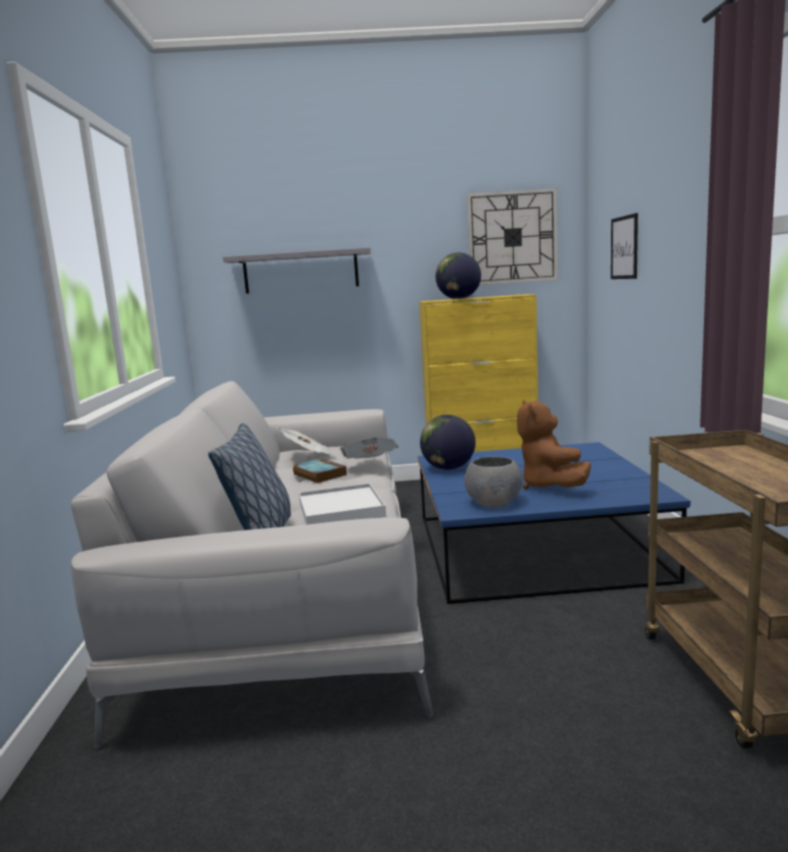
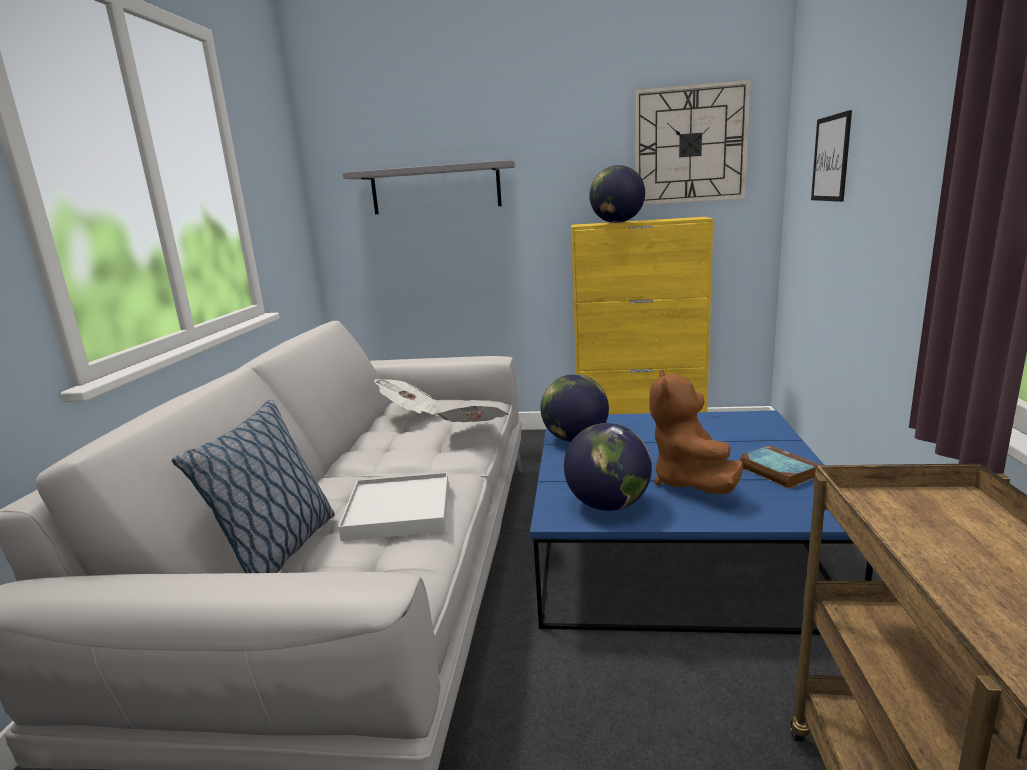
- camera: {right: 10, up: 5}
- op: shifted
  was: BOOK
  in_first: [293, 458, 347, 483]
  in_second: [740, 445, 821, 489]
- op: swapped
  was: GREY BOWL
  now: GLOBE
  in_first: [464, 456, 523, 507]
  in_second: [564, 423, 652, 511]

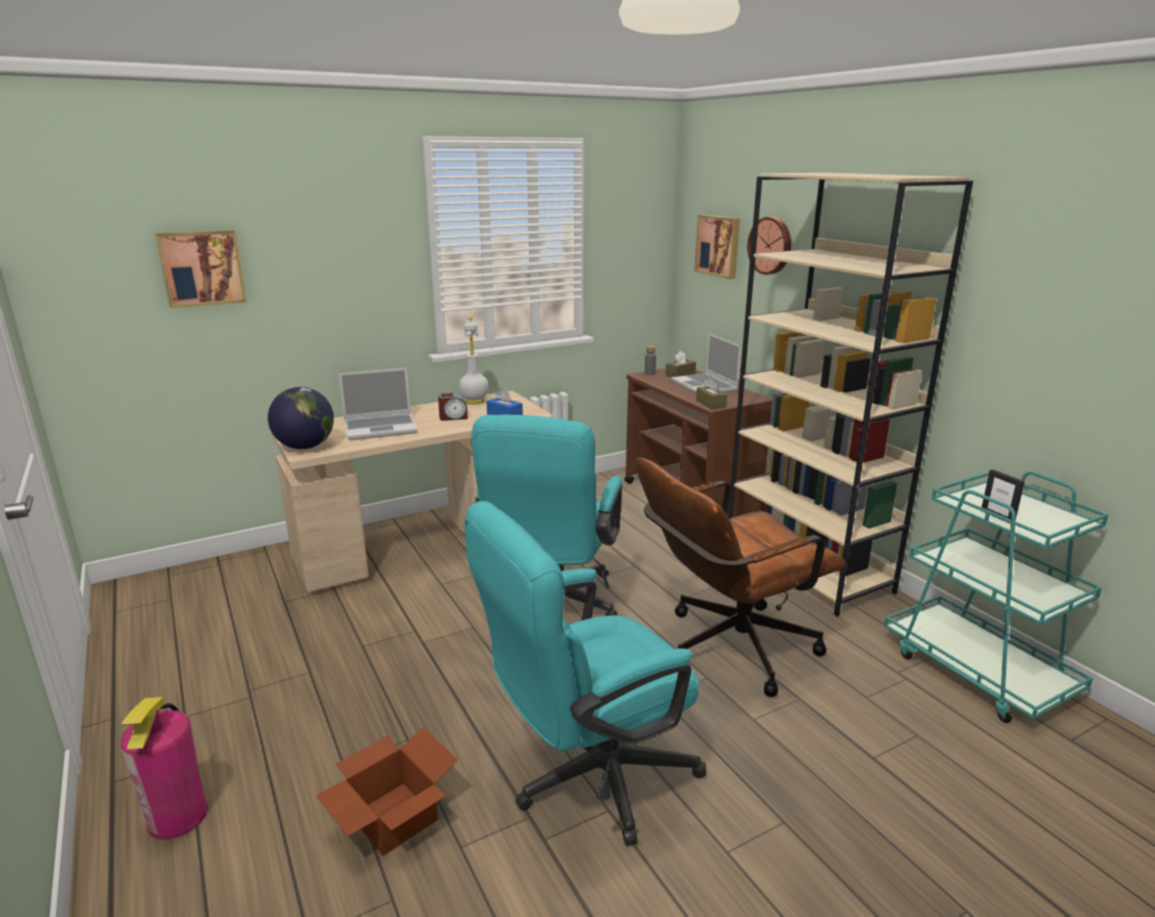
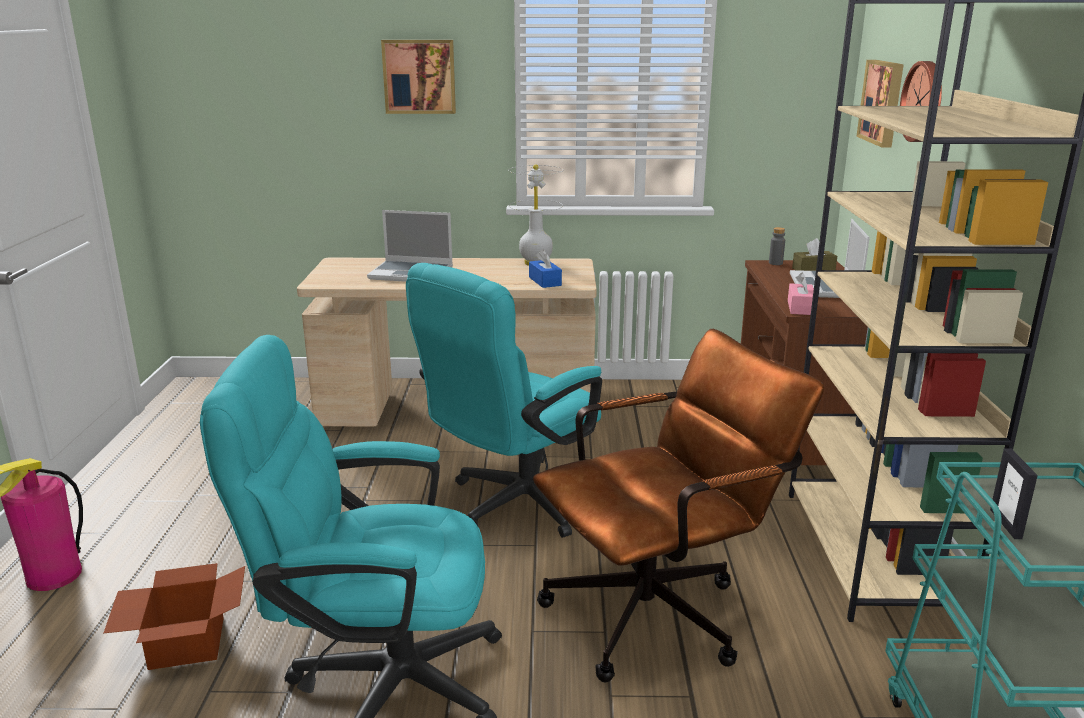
- camera: {right: 30, up: 0}
- op: gone
  was: GLOBE
  in_first: [268, 387, 334, 449]
- op: gone
  was: ALARM CLOCK
  in_first: [438, 393, 468, 421]
- op: shifted
  was: PICTURE
  in_first: [155, 230, 247, 308]
  in_second: [381, 40, 456, 114]
- op: repainted
  was: BROWN TISSUE BOX
  now: PINK TISSUE BOX
  in_first: [696, 378, 727, 410]
  in_second: [788, 272, 814, 315]
- op: rotated
  was: BROWN OFFICE CHAIR
  in_first: [636, 458, 846, 697]
  in_second: [533, 329, 824, 683]
  clockwise: 150

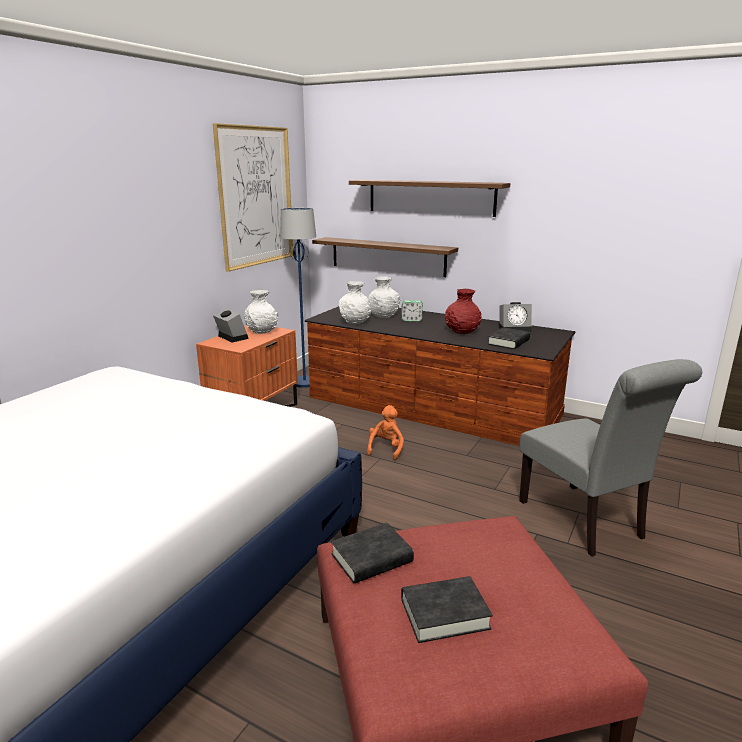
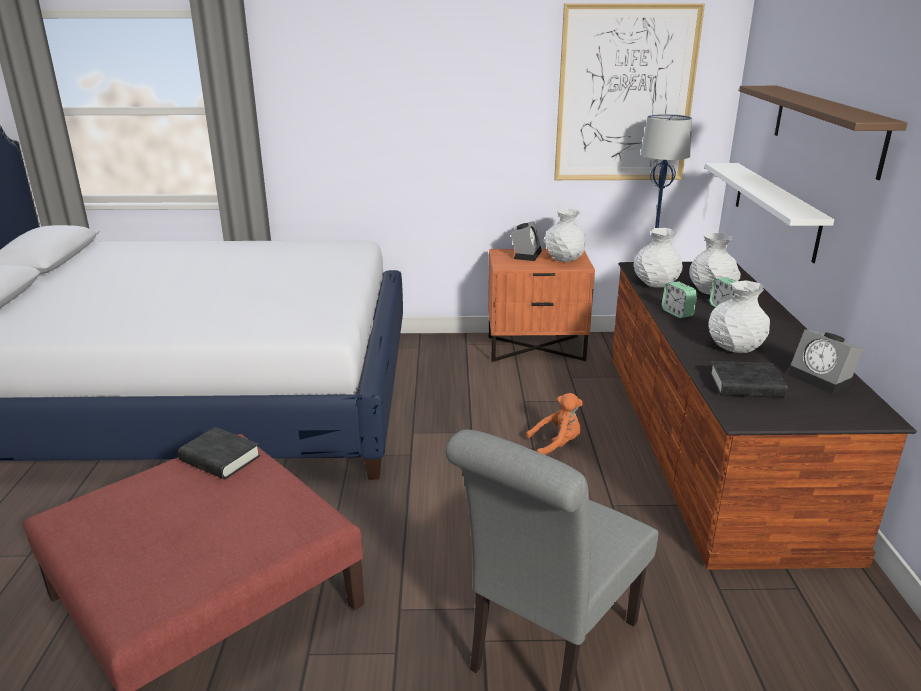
- camera: {right: 60, up: 5}
- op: gone
  was: BLACK BOOK
  in_first: [401, 576, 493, 643]
- op: new
  now: ALARM CLOCK
  in_second: [662, 281, 697, 318]
- op: repainted
  was: BROWN SHELF
  now: WHITE SHELF
  in_first: [312, 237, 458, 277]
  in_second: [704, 163, 834, 263]
- op: repainted
  was: RED VASE
  now: WHITE VASE
  in_first: [445, 289, 482, 334]
  in_second: [708, 280, 770, 353]

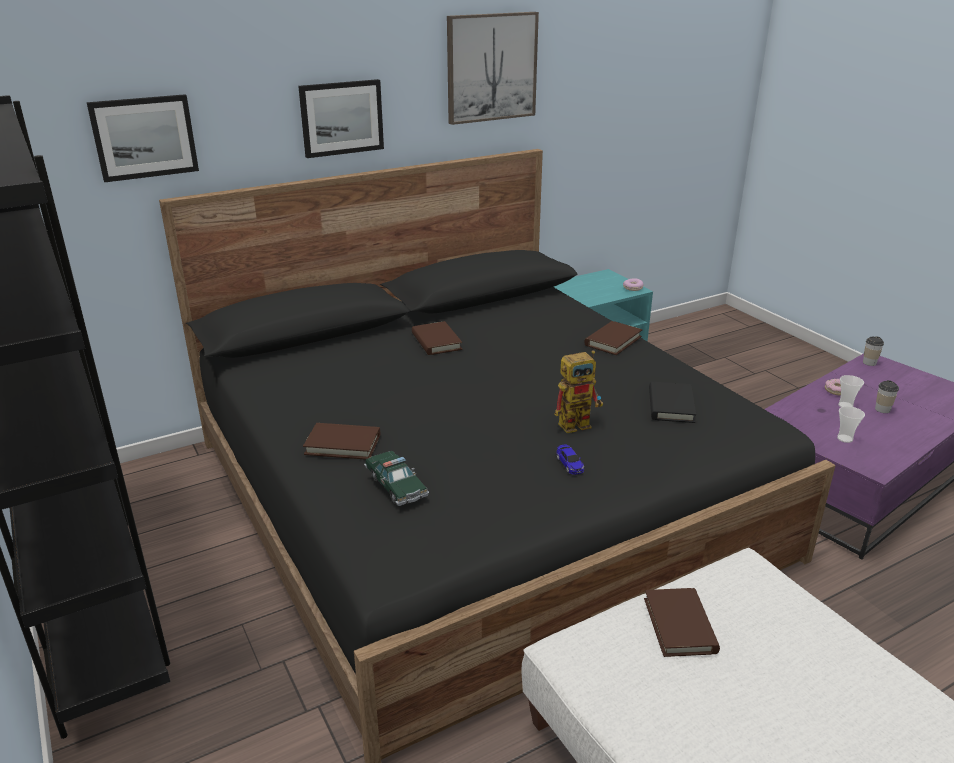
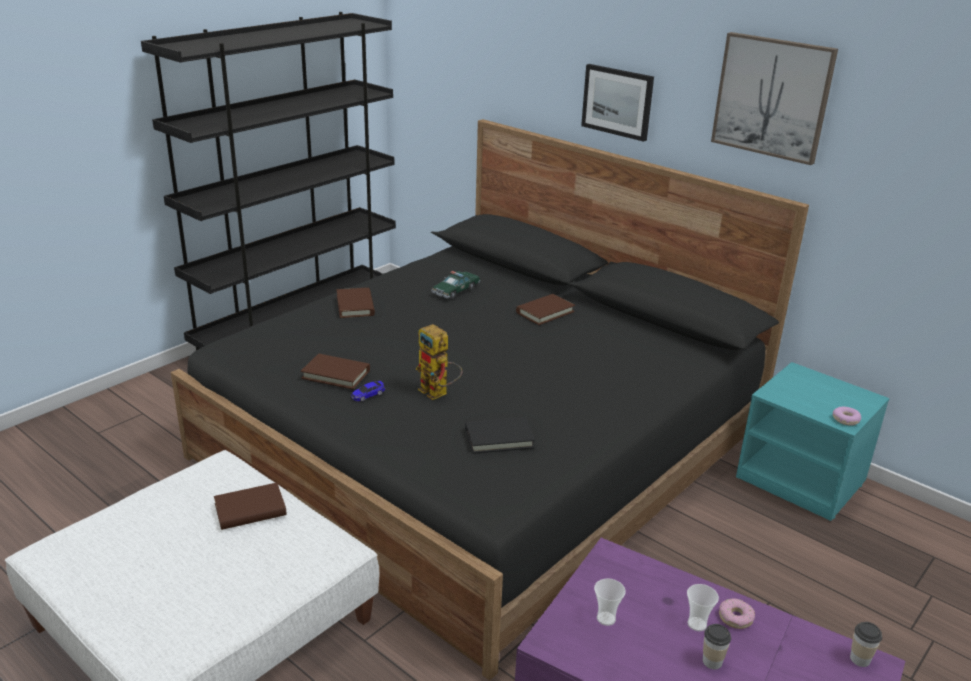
- camera: {right: 70, up: 0}
- op: gone
  was: PICTURE
  in_first: [86, 94, 199, 182]
- op: shifted
  was: TOY CAR
  in_first: [364, 451, 429, 506]
  in_second: [431, 271, 481, 299]
- op: shifted
  was: BROWN BOOK
  in_first: [584, 321, 642, 355]
  in_second: [301, 354, 370, 389]

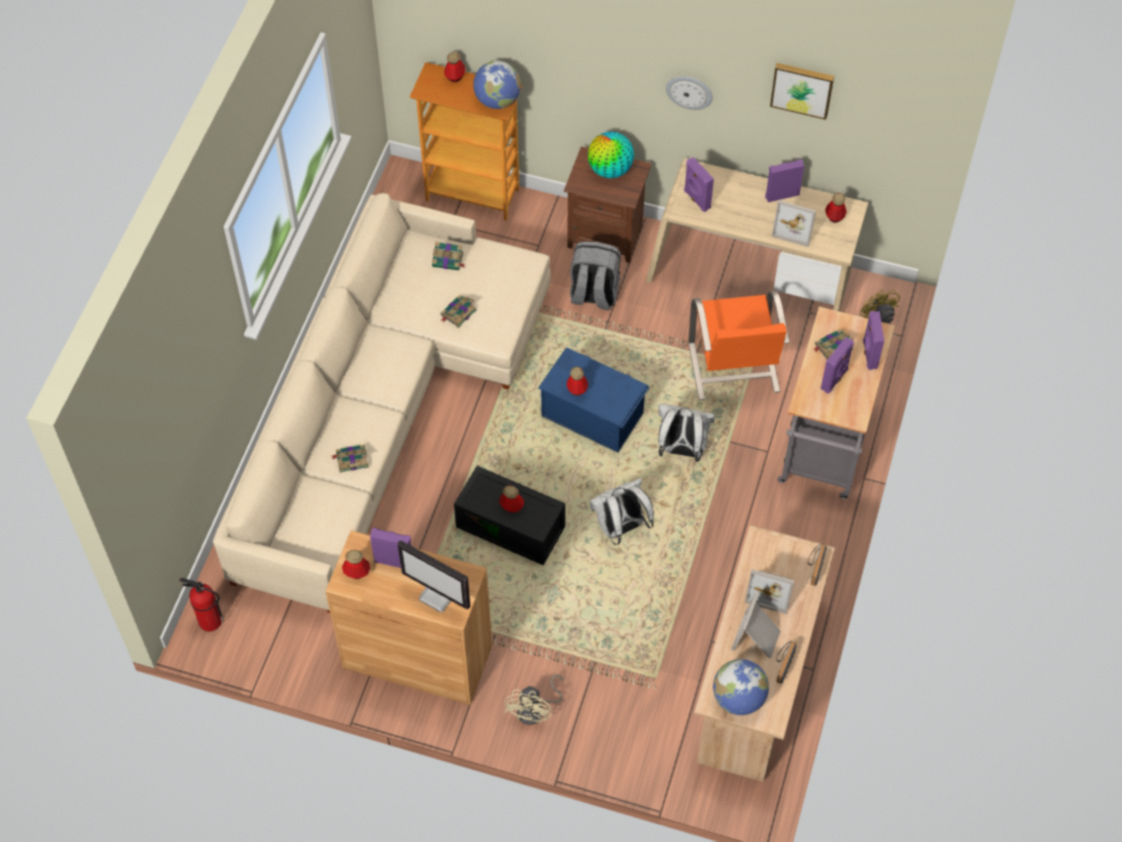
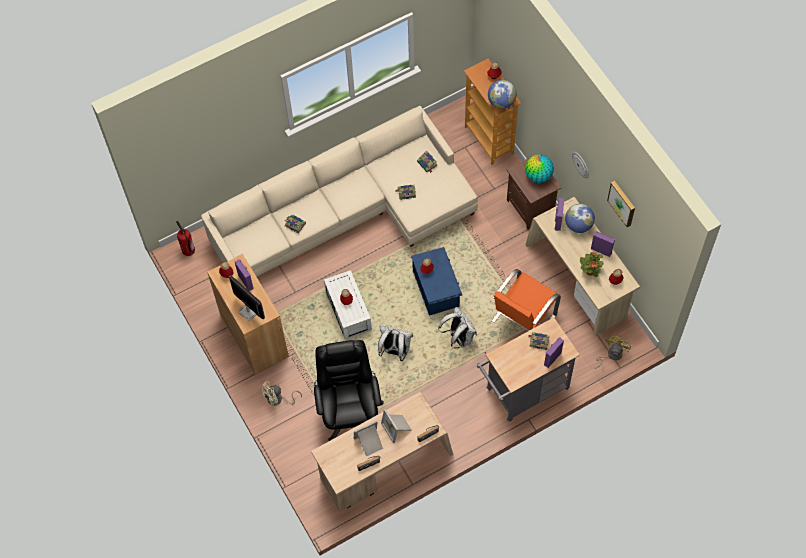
- camera: {right: 45, up: 5}
- op: gone
  was: GREY BACKPACK
  in_first: [570, 241, 621, 310]
- op: gone
  was: PURPLE SPEAKER
  in_first: [821, 337, 854, 394]
- op: new
  now: BLACK OFFICE CHAIR
  in_second: [314, 340, 384, 441]
- op: shifted
  was: GLOBE
  in_first: [713, 659, 769, 715]
  in_second: [565, 204, 595, 233]
- op: swapped
  was: PICTURE FRAME
  now: POTTED PLANT
  in_first: [772, 200, 816, 247]
  in_second: [580, 252, 604, 277]
- op: repainted
  was: BLACK STORAGE BOX
  now: WHITE STORAGE BOX
  in_first: [454, 466, 565, 565]
  in_second: [324, 270, 372, 339]
- op: rotated
  was: MONITOR
  in_first: [397, 541, 471, 612]
  in_second: [229, 276, 265, 321]
  clockwise: 150

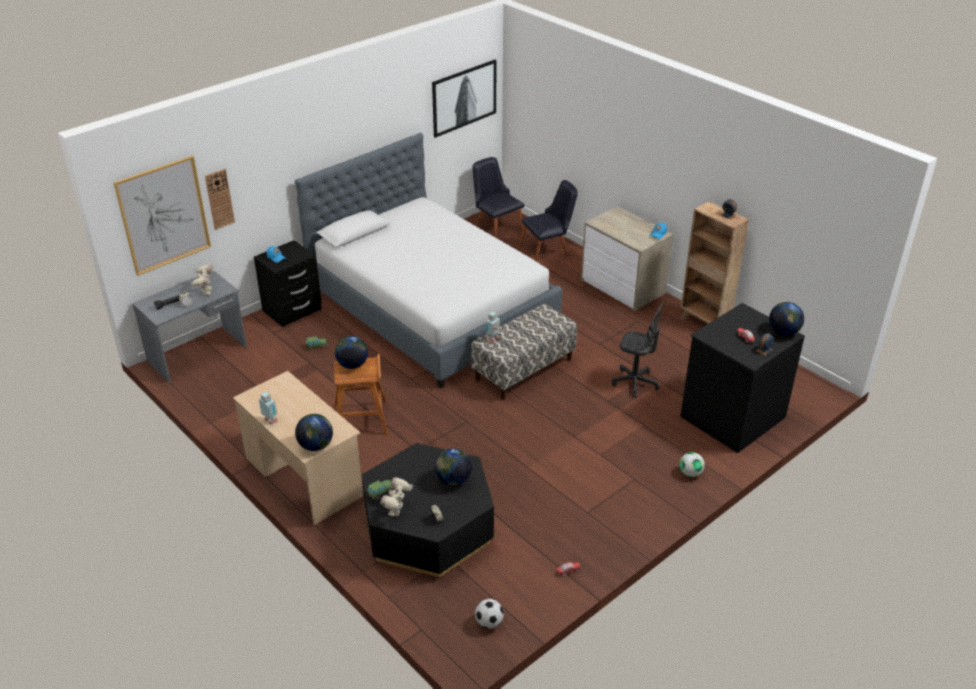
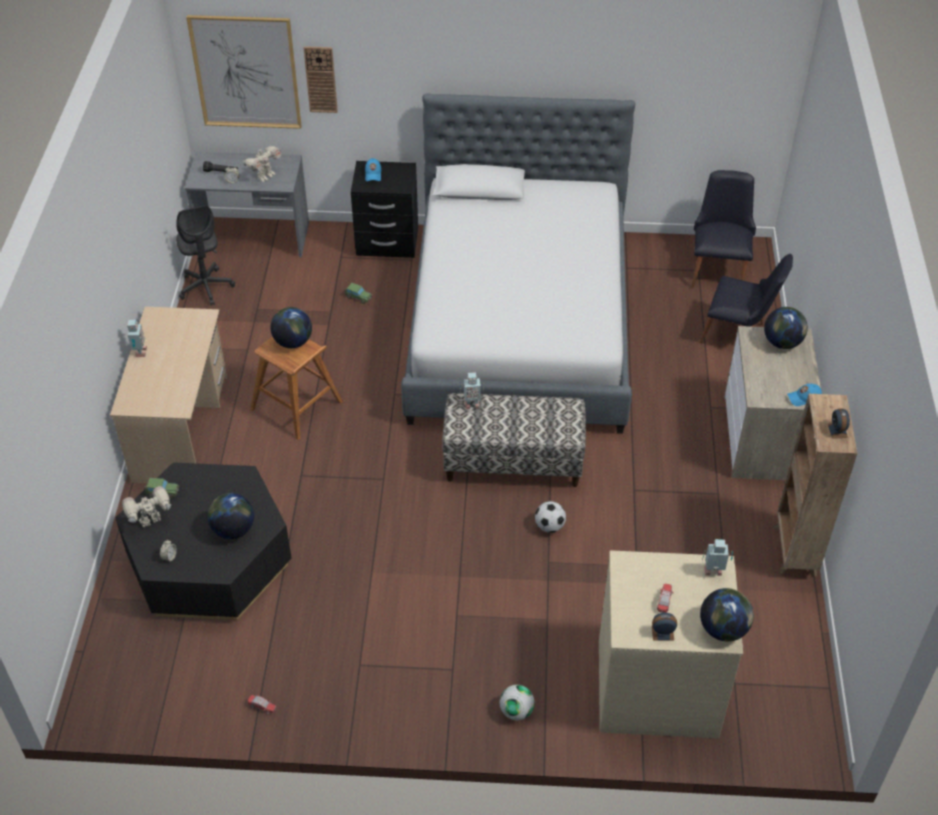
- camera: {right: 45, up: 10}
- op: gone
  was: PICTURE
  in_first: [432, 59, 496, 138]
- op: new
  now: TOY ROBOT
  in_second: [702, 539, 733, 576]
- op: shifted
  was: GLOBE
  in_first: [295, 414, 333, 451]
  in_second: [764, 307, 808, 349]
- op: shifted
  was: FOOTBALL
  in_first: [475, 599, 504, 629]
  in_second: [535, 501, 566, 533]
- op: shifted
  was: GREY OFFICE CHAIR
  in_first: [612, 302, 664, 398]
  in_second: [176, 205, 235, 306]
- op: repainted
  was: BLACK DRESSER
  now: BEIGE DRESSER
  in_first: [680, 303, 805, 453]
  in_second: [599, 550, 743, 738]

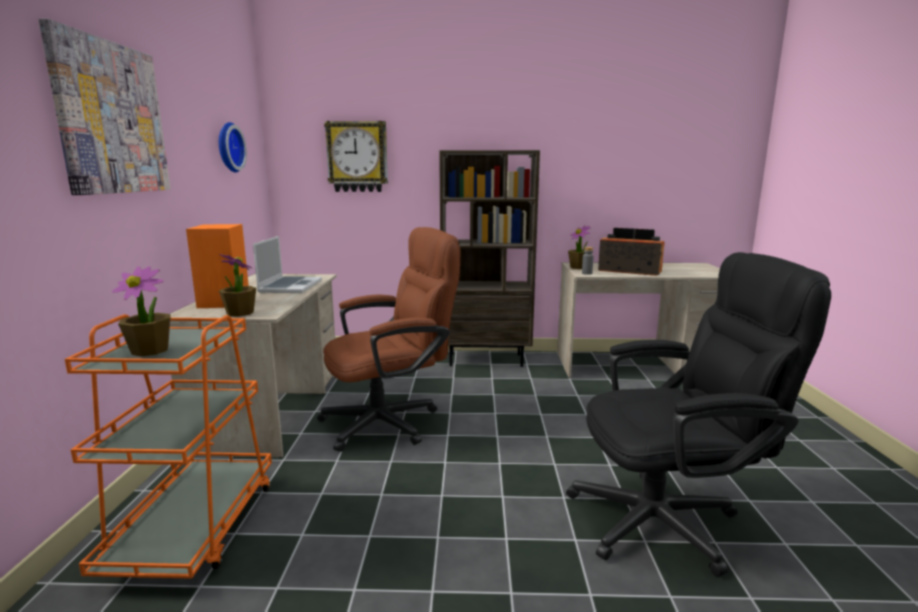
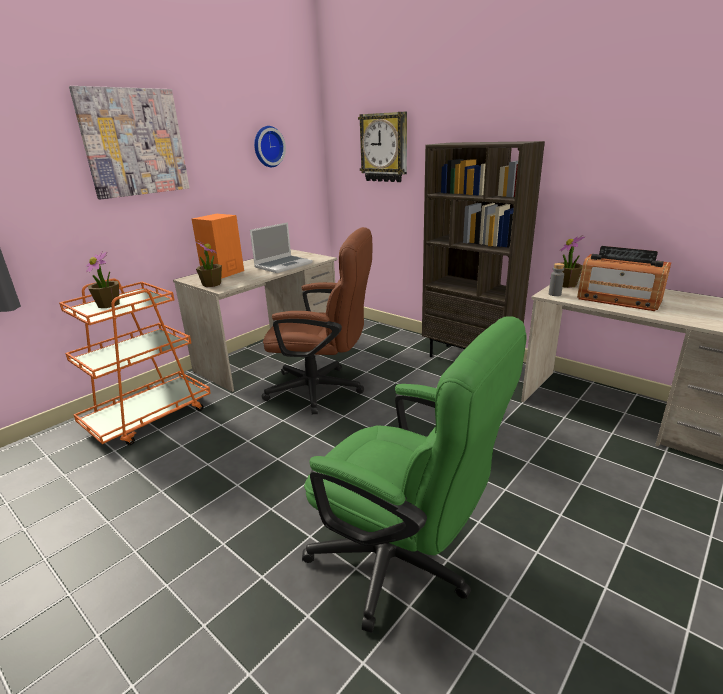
- camera: {right: 40, up: 10}
- op: repainted
  was: BLACK OFFICE CHAIR
  now: GREEN OFFICE CHAIR
  in_first: [566, 252, 831, 577]
  in_second: [302, 316, 527, 633]
- op: rotated
  was: RADIO
  in_first: [598, 228, 664, 276]
  in_second: [577, 246, 671, 311]
  clockwise: 150

